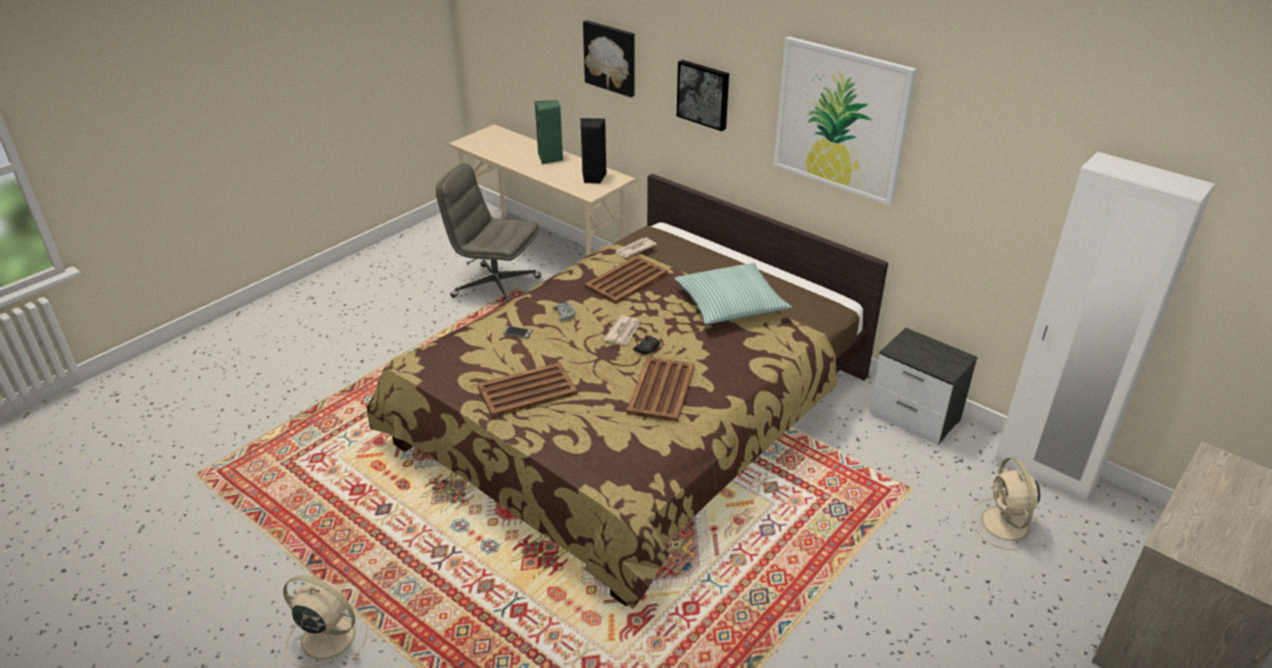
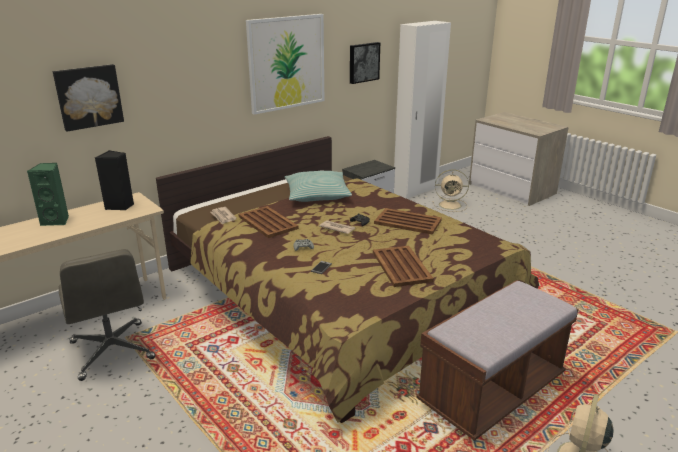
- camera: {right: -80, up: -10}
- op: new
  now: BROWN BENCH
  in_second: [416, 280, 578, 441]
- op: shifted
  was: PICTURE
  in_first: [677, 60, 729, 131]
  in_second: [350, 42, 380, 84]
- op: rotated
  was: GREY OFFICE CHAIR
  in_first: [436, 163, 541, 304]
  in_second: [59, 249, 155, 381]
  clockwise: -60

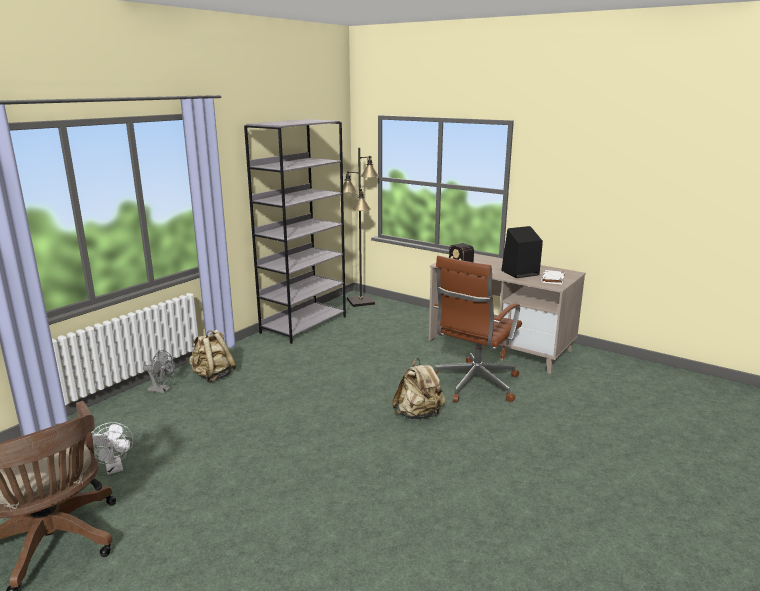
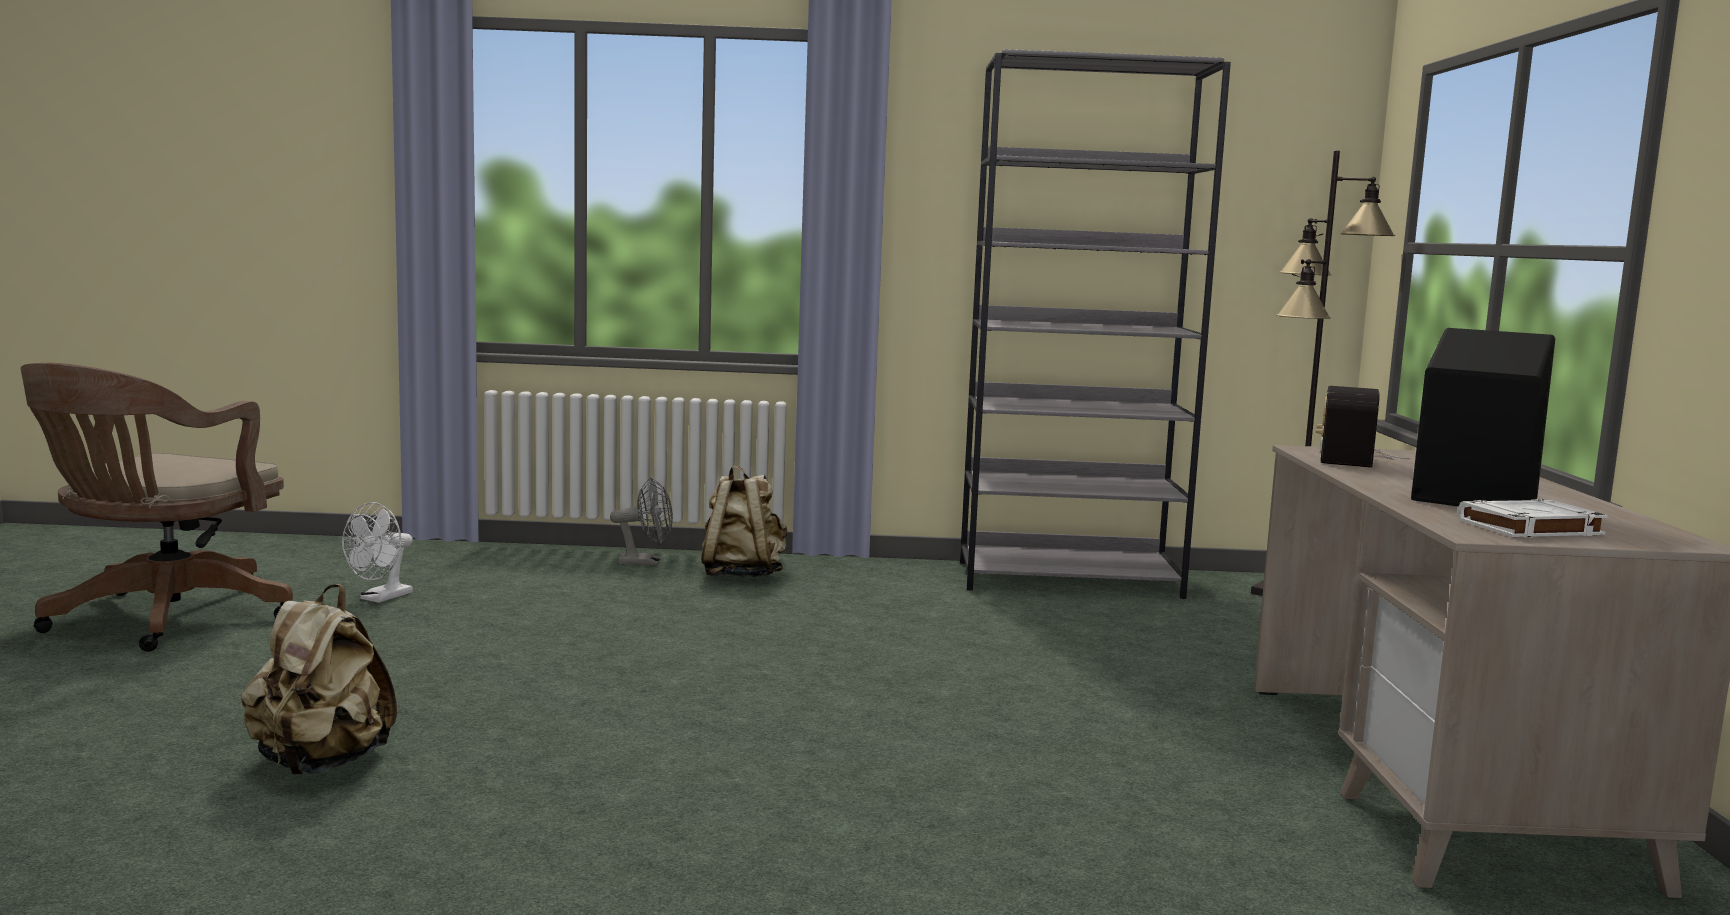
- camera: {right: 55, up: -10}
- op: gone
  was: BROWN OFFICE CHAIR
  in_first: [434, 256, 522, 402]
- op: shifted
  was: BEIGE BACKPACK
  in_first: [392, 358, 445, 419]
  in_second: [241, 584, 397, 775]
- op: rotated
  was: GREY FAN
  in_first: [143, 350, 175, 394]
  in_second: [610, 477, 673, 565]
  clockwise: -75

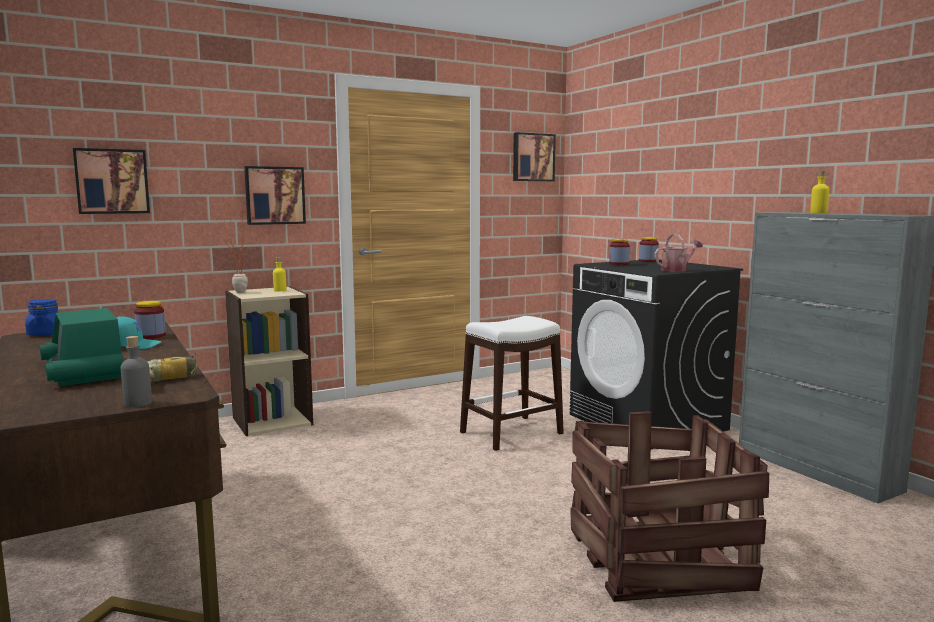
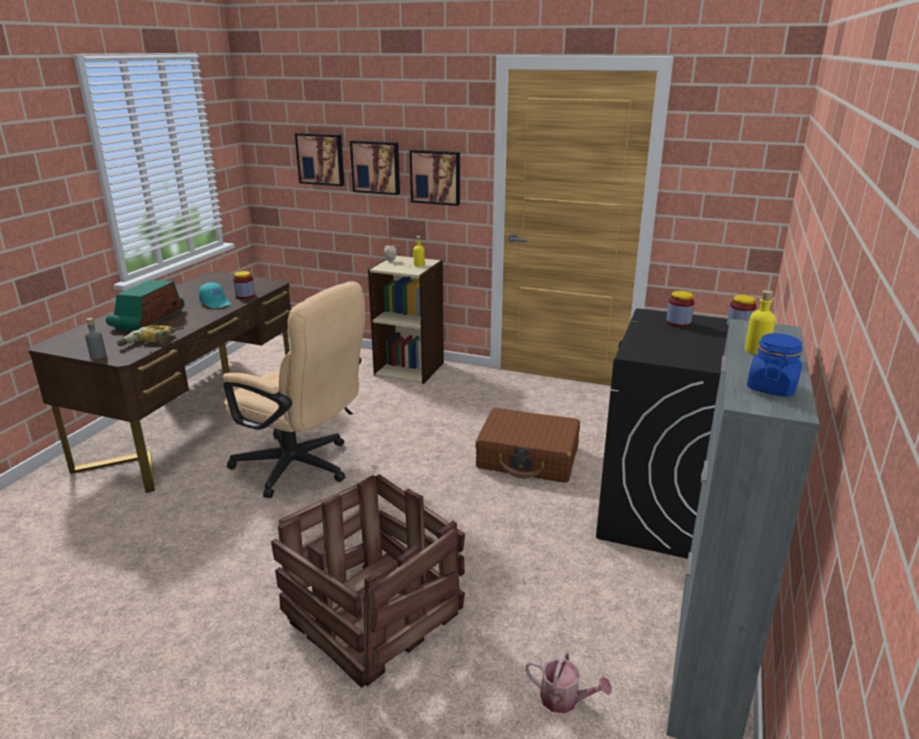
- camera: {right: 50, up: 15}
- op: new
  now: BEIGE OFFICE CHAIR
  in_second: [223, 282, 365, 498]
- op: shifted
  was: BLUE JAR
  in_first: [25, 299, 59, 336]
  in_second: [747, 333, 803, 396]
- op: shifted
  was: PICTURE
  in_first: [513, 132, 556, 181]
  in_second: [350, 140, 400, 195]
- op: shifted
  was: WATERING CAN
  in_first: [655, 234, 703, 272]
  in_second: [526, 651, 612, 714]
- op: swapped
  was: WHITE STOOL
  now: BROWN SUITCASE
  in_first: [460, 316, 564, 451]
  in_second: [475, 407, 580, 483]

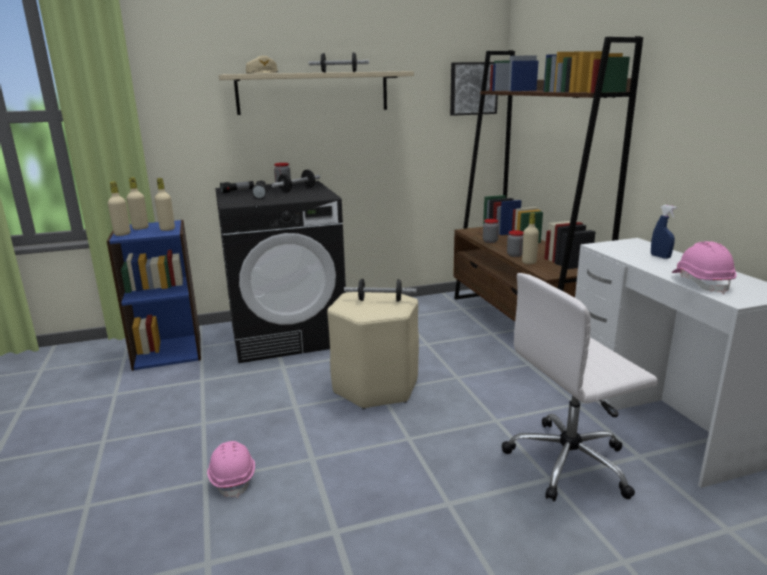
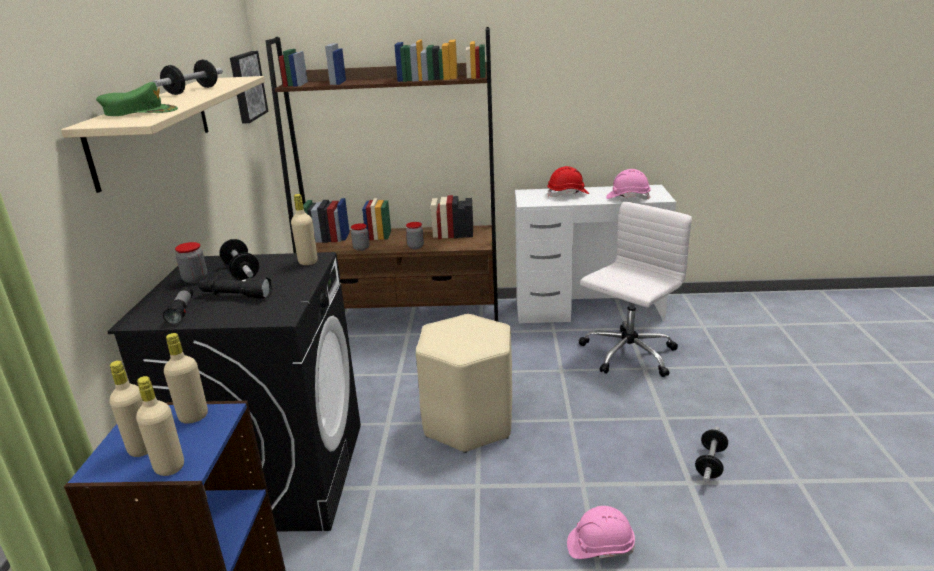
- camera: {right: -70, up: 5}
- op: shifted
  was: DUMBBELL
  in_first: [344, 279, 417, 302]
  in_second: [695, 427, 728, 483]
- op: shifted
  was: BEIGE BOTTLE
  in_first: [522, 213, 539, 264]
  in_second: [291, 194, 318, 265]
- op: swapped
  was: BLUE SPRAY BOTTLE
  now: RED HARD HAT
  in_first: [651, 205, 677, 259]
  in_second: [547, 166, 589, 197]
- op: repainted
  was: BEIGE CAP
  now: GREEN CAP
  in_first: [246, 56, 278, 73]
  in_second: [96, 82, 178, 116]
- op: rotated
  was: WHITE OFFICE CHAIR
  in_first: [502, 273, 658, 501]
  in_second: [579, 202, 692, 377]
  clockwise: -135

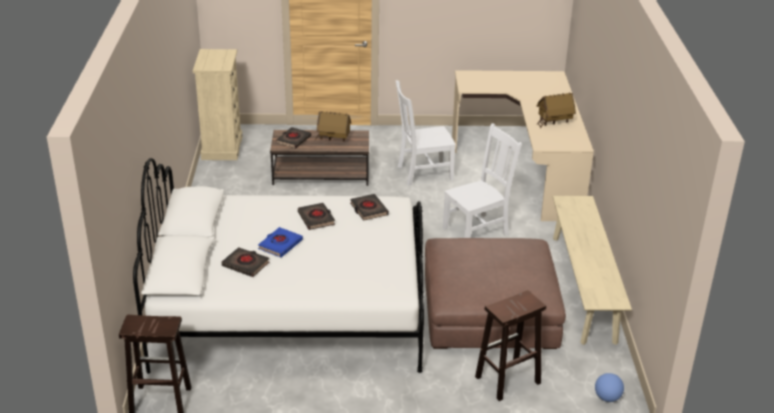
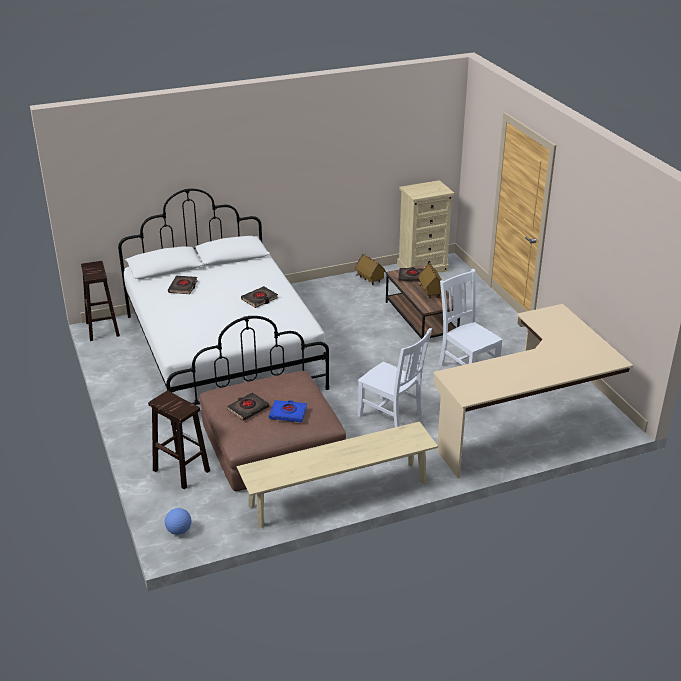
- camera: {right: 70, up: 0}
- op: shifted
  was: BLUE BOOK
  in_first: [258, 227, 303, 258]
  in_second: [269, 400, 307, 422]
- op: shifted
  was: BLACK BOOK
  in_first: [350, 194, 389, 221]
  in_second: [227, 393, 269, 421]
- op: shifted
  was: TOY HOUSE
  in_first: [536, 92, 576, 128]
  in_second: [355, 254, 386, 285]

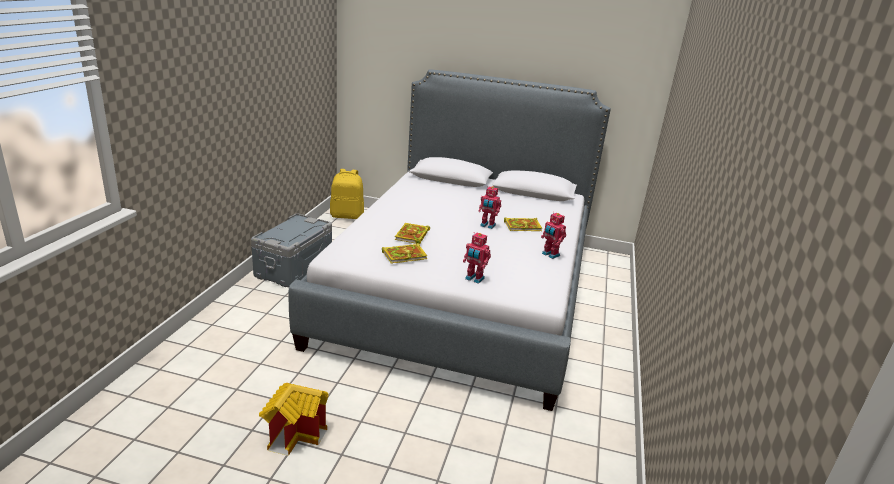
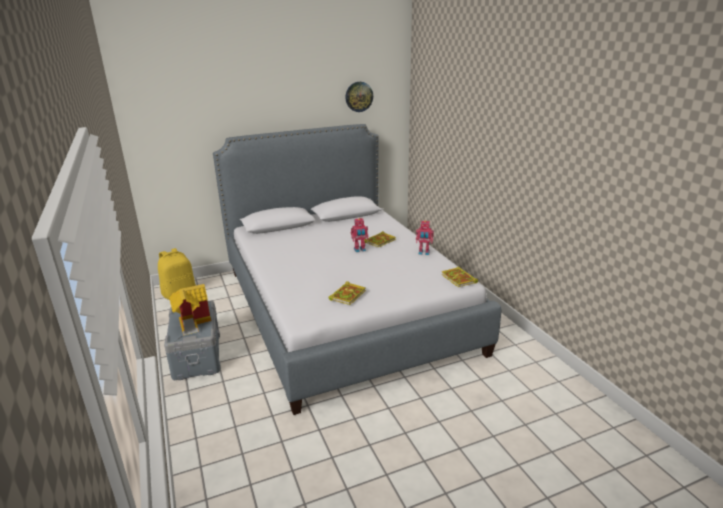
- camera: {right: -35, up: 0}
- op: gone
  was: TOY ROBOT
  in_first: [463, 232, 491, 284]
- op: new
  now: WALL CLOCK
  in_second: [346, 82, 373, 112]
- op: shifted
  was: TOY HOUSE
  in_first: [259, 383, 329, 456]
  in_second: [169, 284, 211, 335]
- op: shifted
  was: BOOK
  in_first: [395, 223, 430, 244]
  in_second: [441, 266, 478, 287]

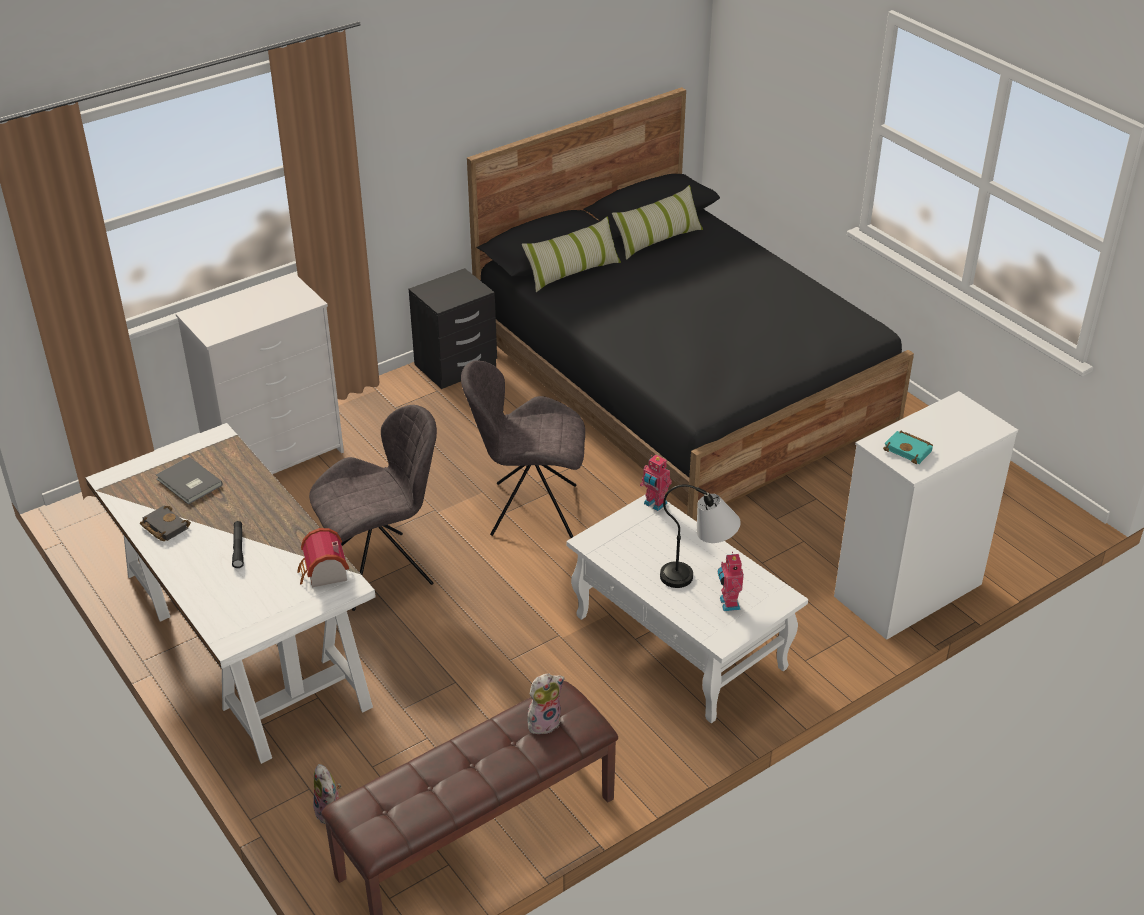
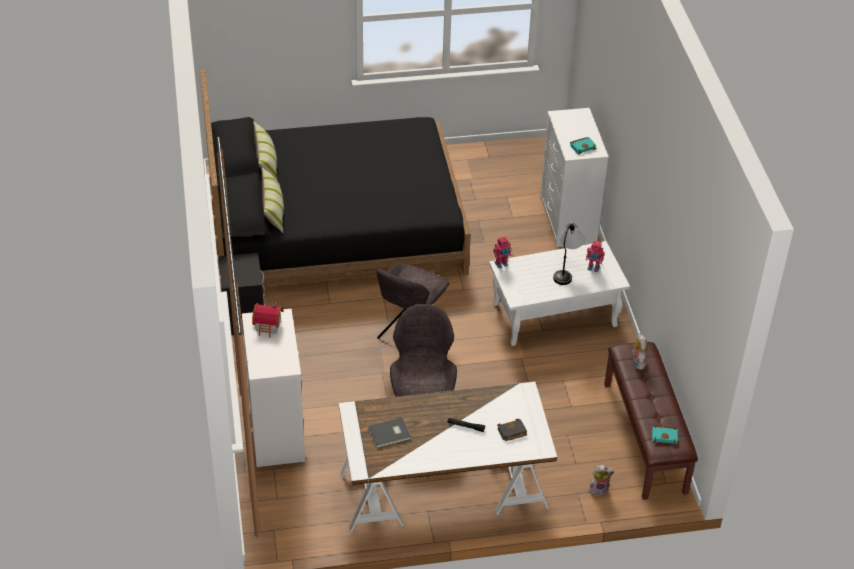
- camera: {right: -65, up: 5}
- op: new
  now: TURQUOISE BOOK
  in_second: [652, 425, 678, 445]
- op: shifted
  was: BLACK BOOK
  in_first: [140, 506, 191, 541]
  in_second: [497, 419, 527, 441]
- op: shifted
  was: TOY HOUSE
  in_first: [297, 528, 349, 587]
  in_second: [252, 301, 284, 338]

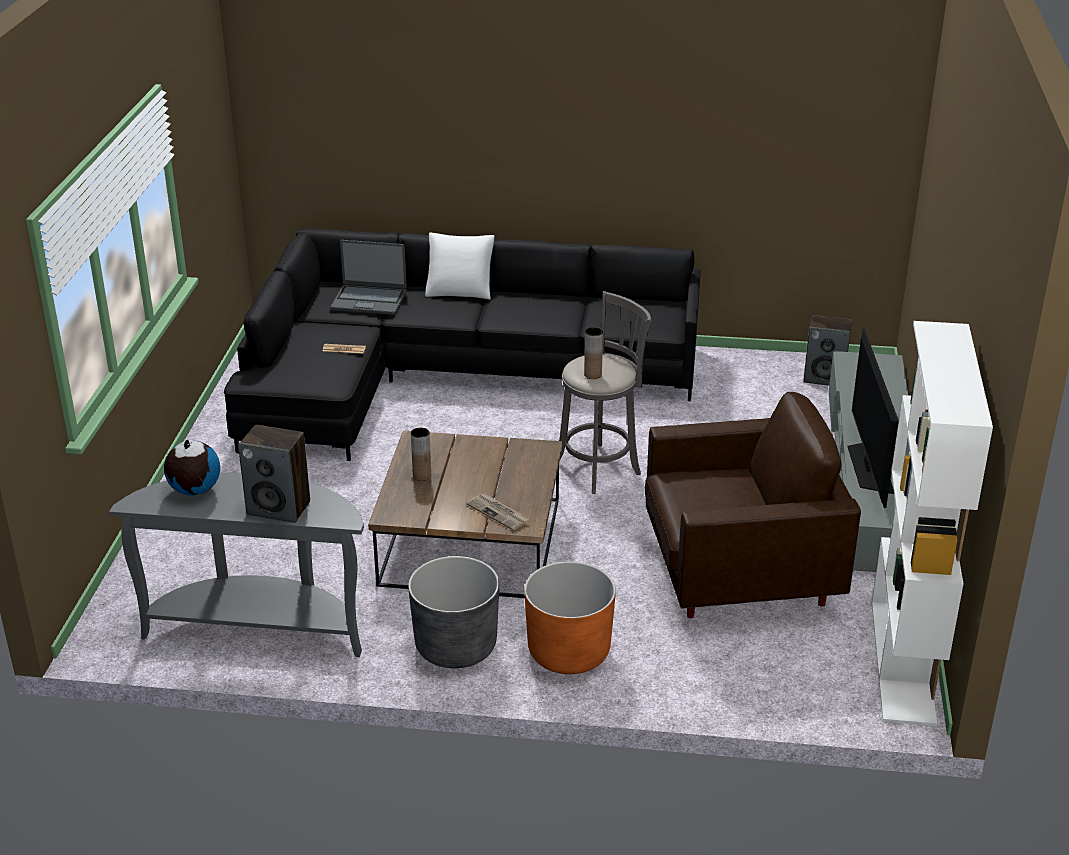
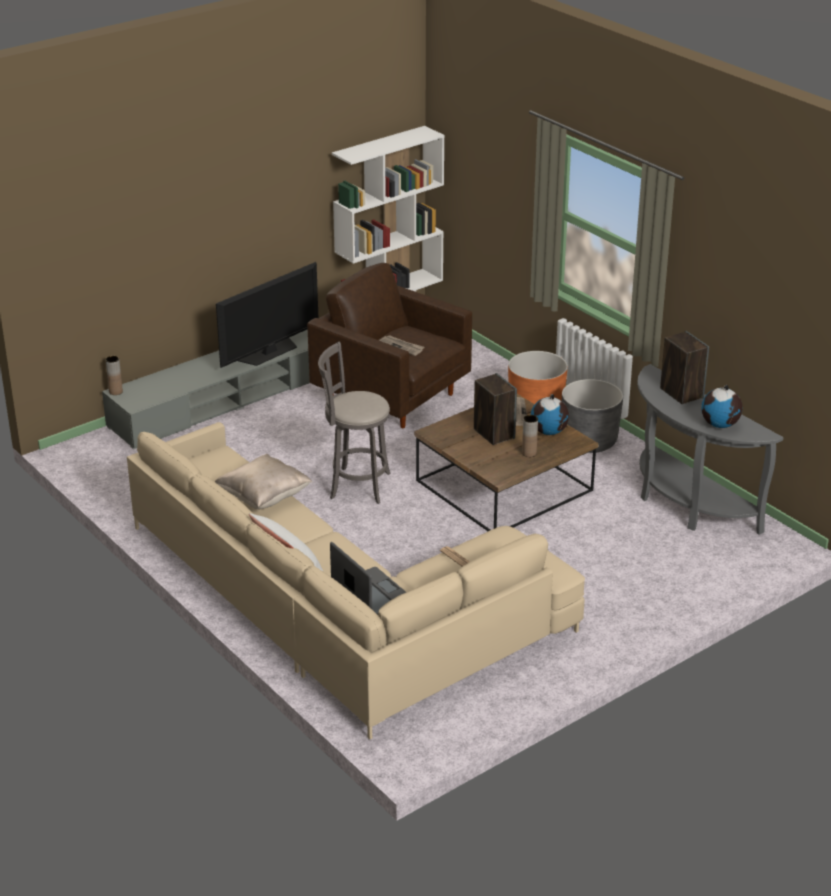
- camera: {right: -135, up: 0}
- op: new
  now: BEIGE PILLOW
  in_second: [215, 454, 312, 509]
- op: new
  now: NEWSPAPER
  in_second: [379, 335, 424, 356]
- op: new
  now: GLOBE
  in_second: [531, 394, 569, 435]
- op: shifted
  was: BROWN VASE
  in_first: [584, 327, 603, 379]
  in_second: [105, 356, 123, 395]
- op: shifted
  was: SPEAKER
  in_first: [803, 315, 852, 386]
  in_second: [474, 373, 517, 445]
- op: repainted
  was: BLACK SOFA
  now: BEIGE SOFA
  in_first: [224, 228, 701, 461]
  in_second: [127, 422, 585, 740]

